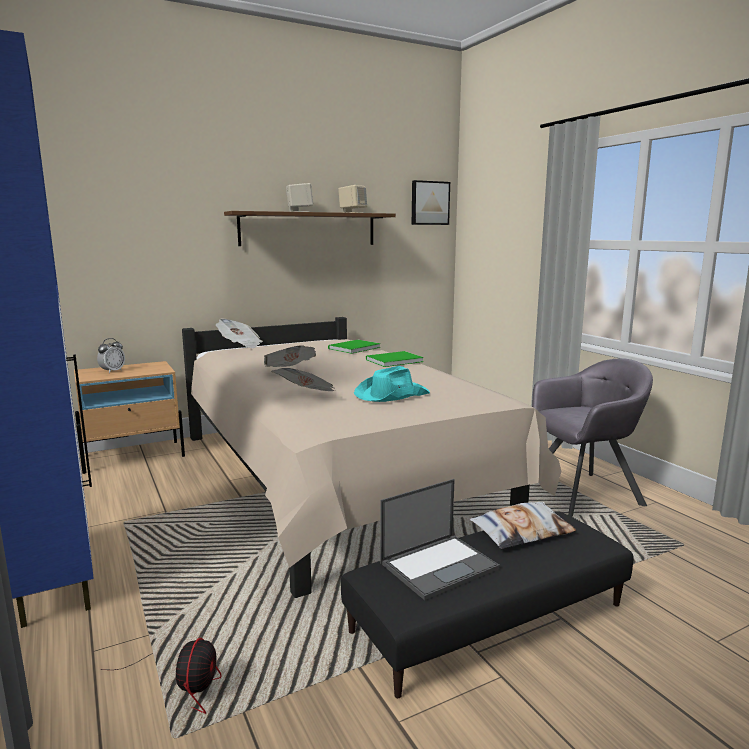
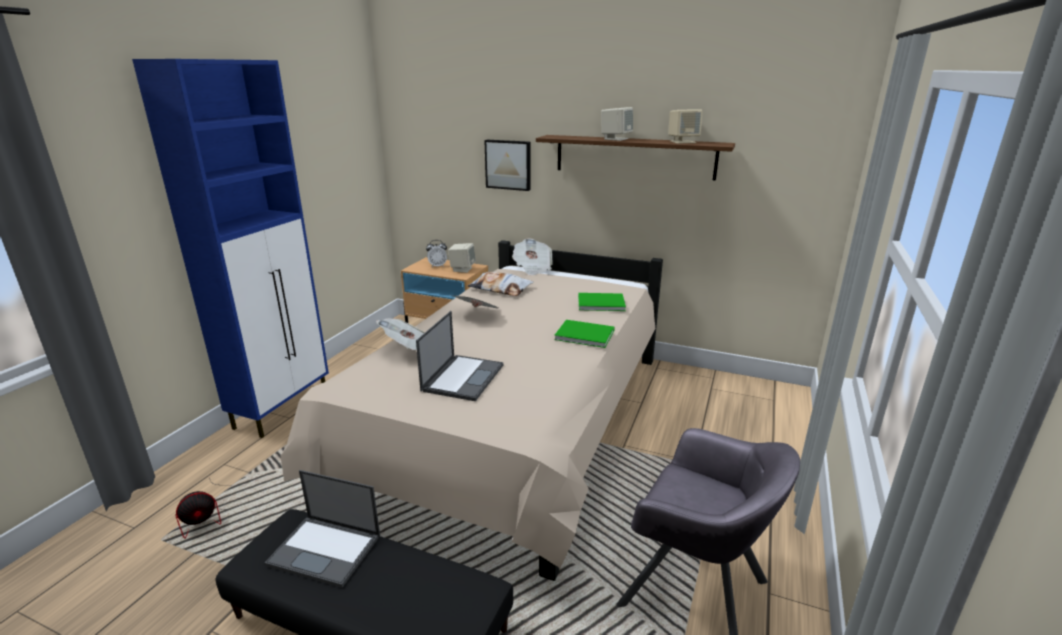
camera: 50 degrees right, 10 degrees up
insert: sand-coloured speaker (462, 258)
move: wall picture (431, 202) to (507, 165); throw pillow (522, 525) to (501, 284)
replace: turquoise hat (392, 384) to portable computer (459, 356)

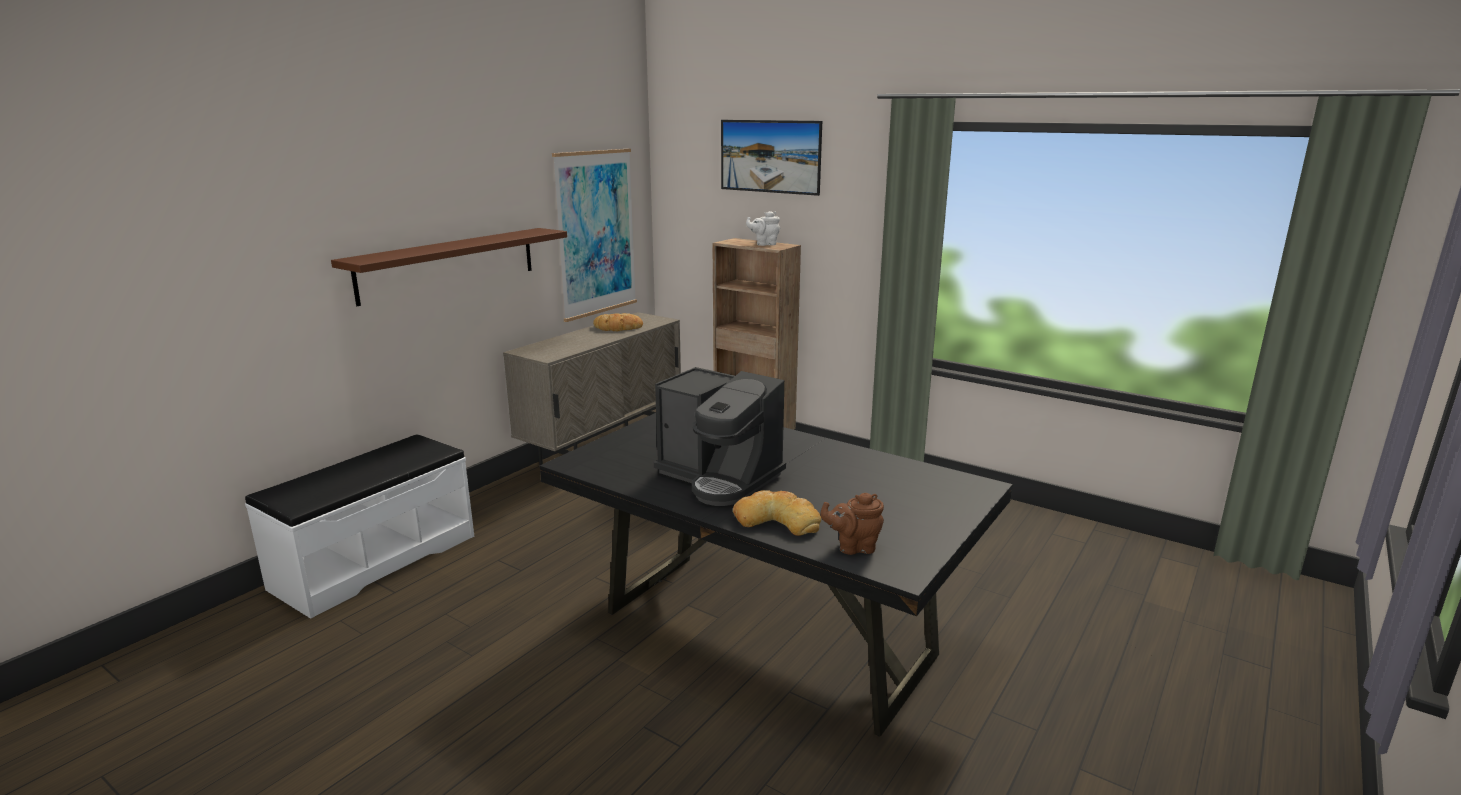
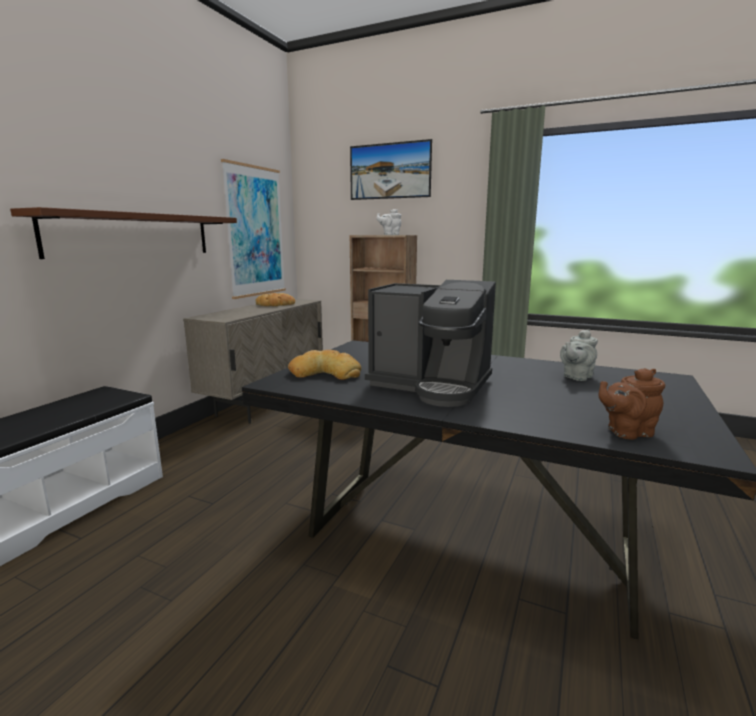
camera: 10 degrees left, 5 degrees down
insert: gray teapot (579, 355)
move: bread (777, 513) to (324, 365)

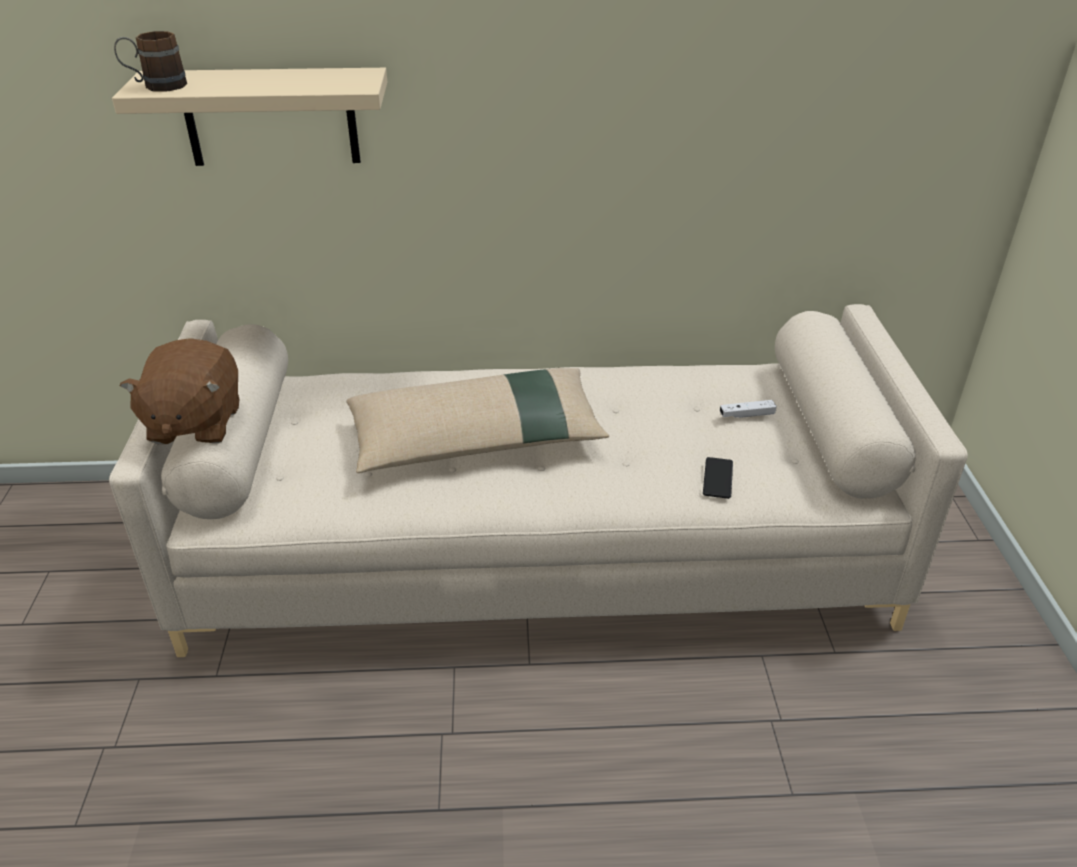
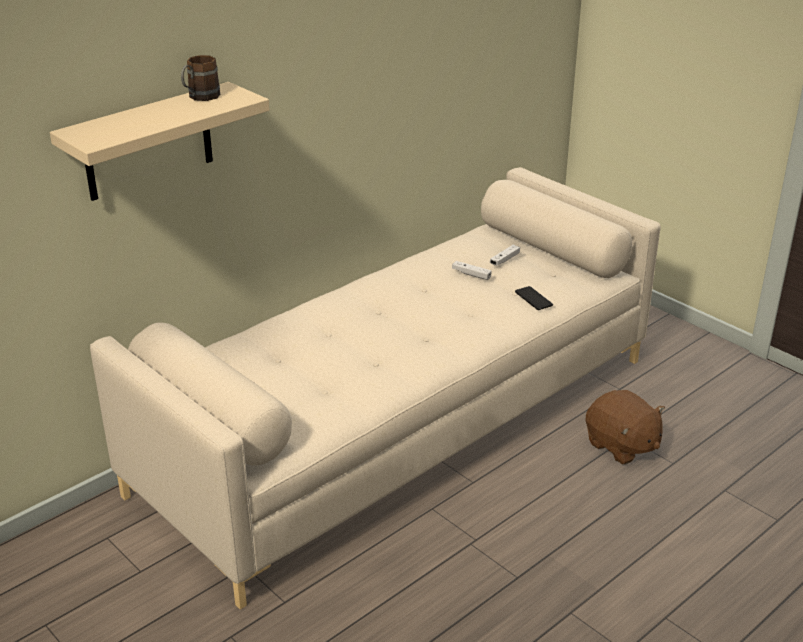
camera: 40 degrees left, 5 degrees down
delete: sand-coloured throw pillow (477, 420)
insert: white-coloured joypad (472, 270)
move: brown-coloured coffee mug (150, 61) to (200, 78); brown-coloured cuddly toy (179, 391) to (625, 427)

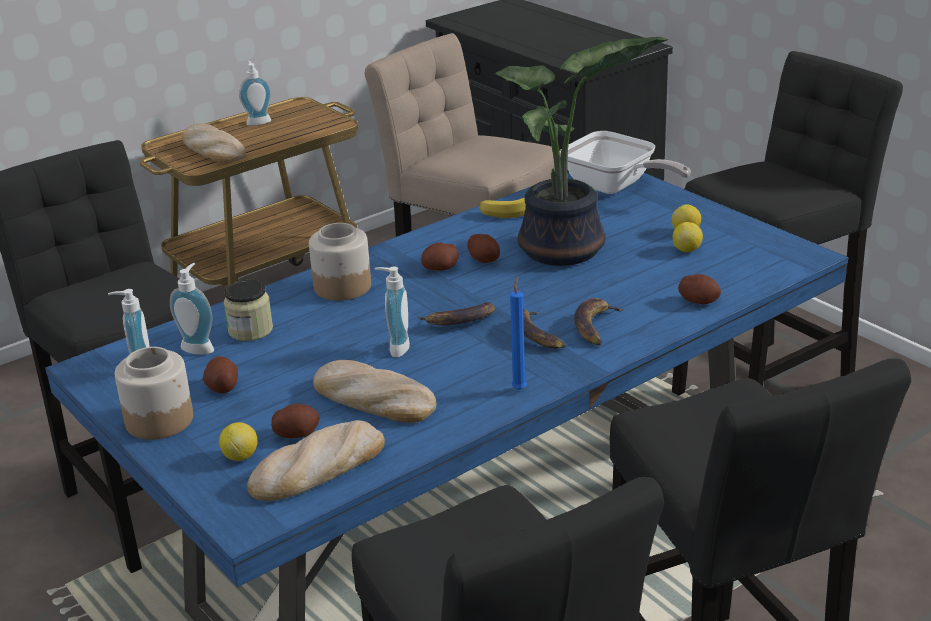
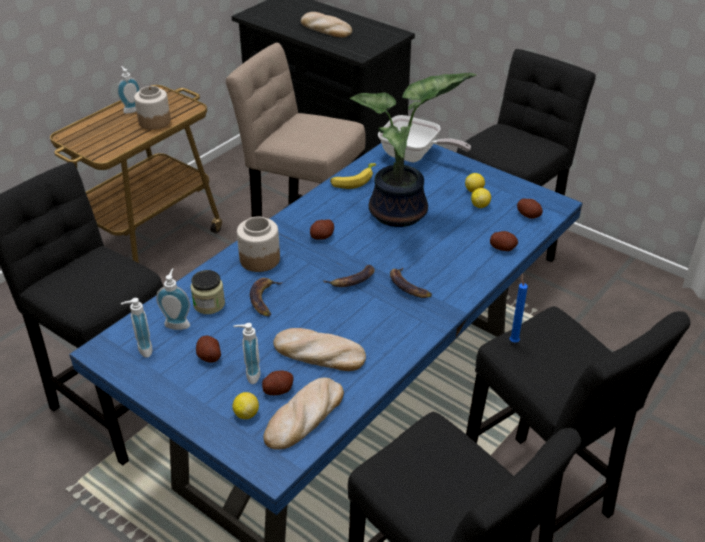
camera: 15 degrees left, 10 degrees up
move: bread (214, 143) to (326, 25); whole potato (483, 248) to (530, 209); soap dispenser (392, 311) to (247, 353); blue-coloured wax candle (518, 333) to (519, 308); whole banana (599, 322) to (266, 297); storage jar (154, 393) to (152, 108)

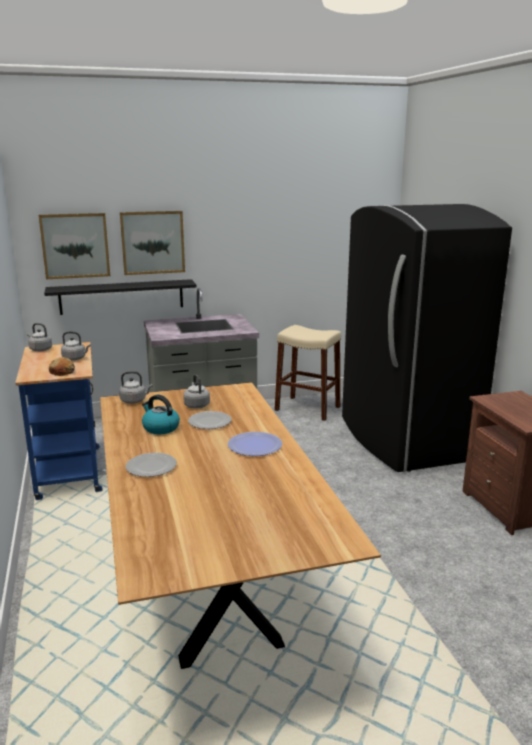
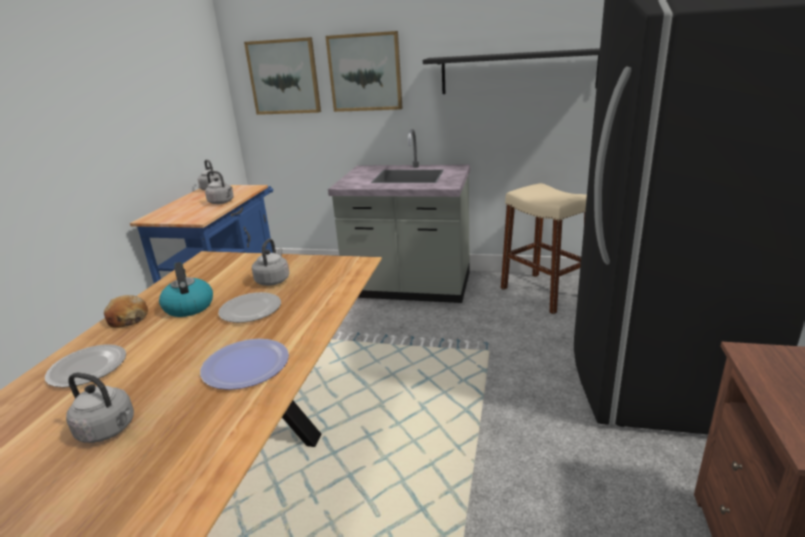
camera: 30 degrees right, 5 degrees up
move: blackish bracket shelf (120, 297) to (511, 71); bread (62, 366) to (126, 311); gray tea kettle (136, 387) to (100, 408)

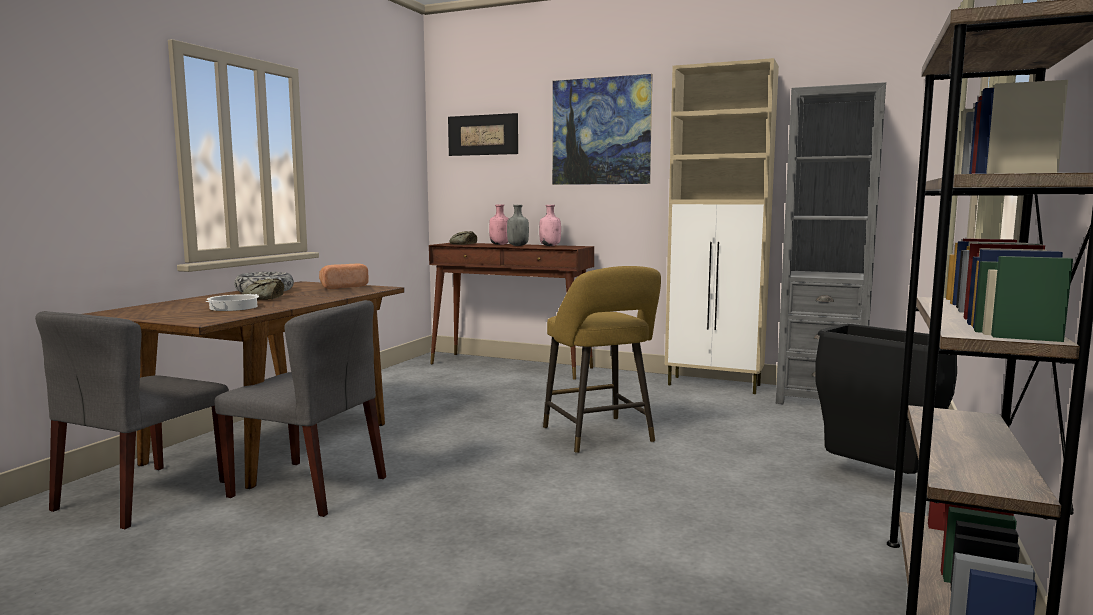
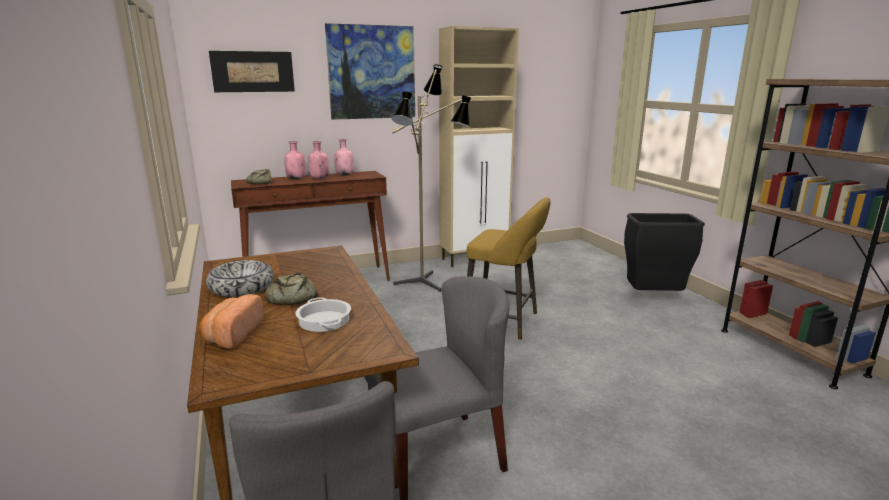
camera: 45 degrees left, 10 degrees up
delete: gray shelving unit (831, 243)
insert: floor lamp (431, 178)
move: bread (344, 276) to (232, 321)
recolor: gray bottle (518, 225) to pink bottle (318, 160)

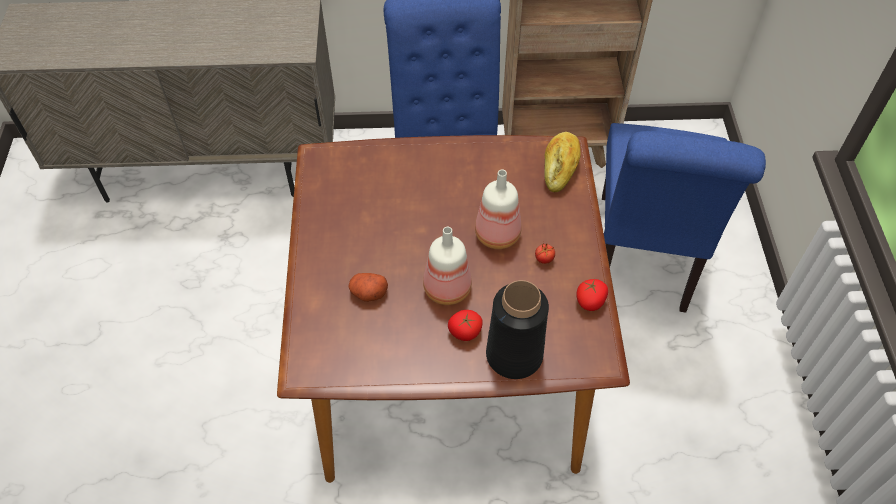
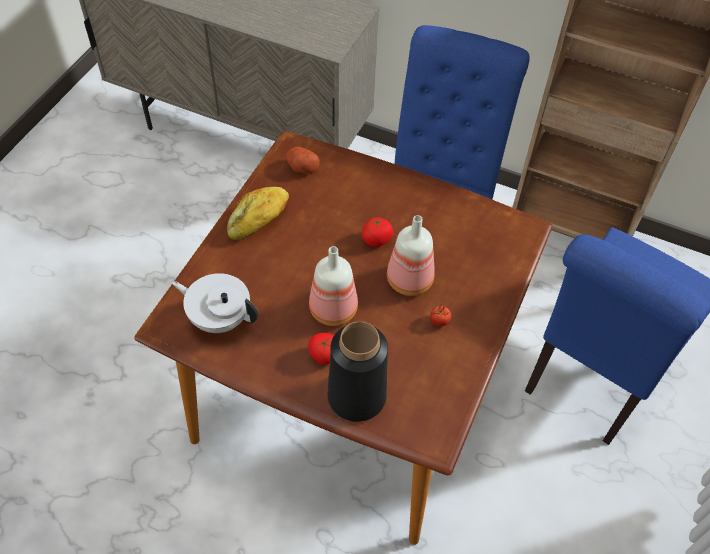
camera: 25 degrees right, 0 degrees up
insert: white-coloured teapot (215, 303)
move: bread (562, 162) to (258, 213); whole potato (368, 287) to (303, 160); whole tomato (592, 295) to (378, 232)

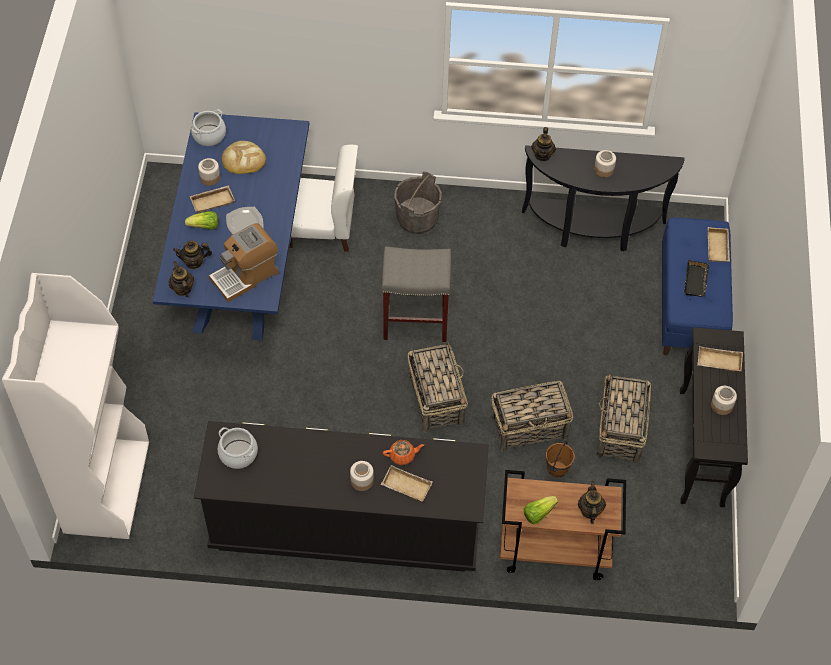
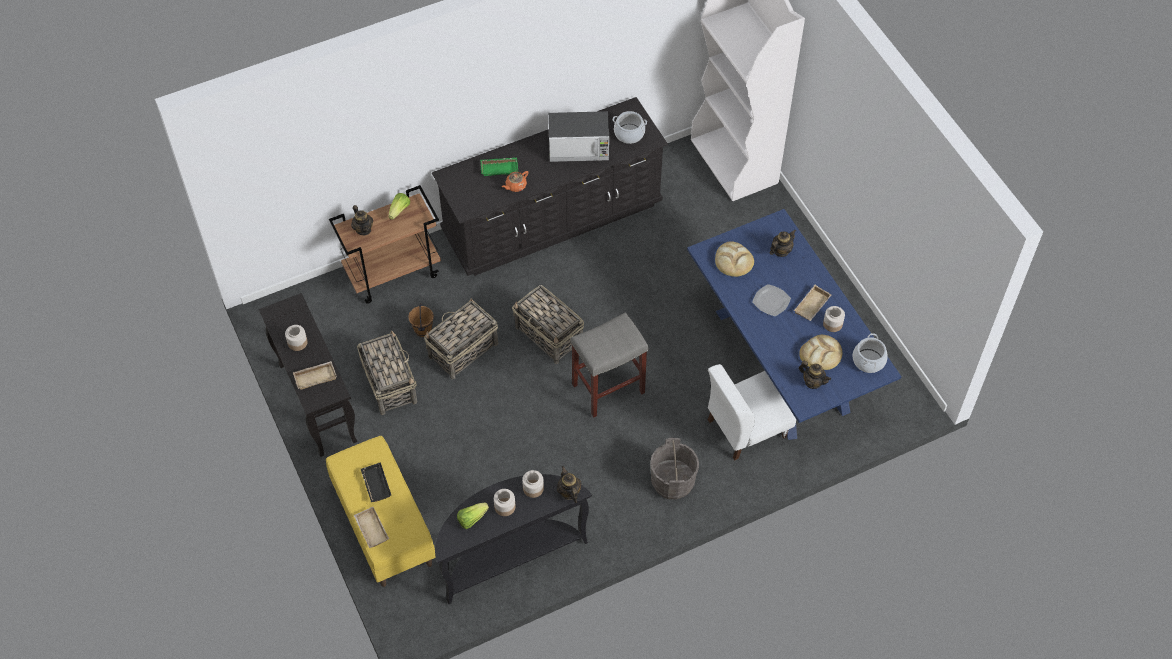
camera: 150 degrees right, 0 degrees up
insert: microwave oven (578, 136)
move: lettuce head (201, 220) to (473, 516); teapot (181, 279) to (815, 375); storage jar (362, 476) to (533, 484)
replace: coffee brewer (244, 262) to bread (734, 259)
recolor: blue-coloured long seat (697, 286) to yellow long seat (381, 511); sand-coloured carrying tray (406, 483) to green-coloured carrying tray (499, 166)

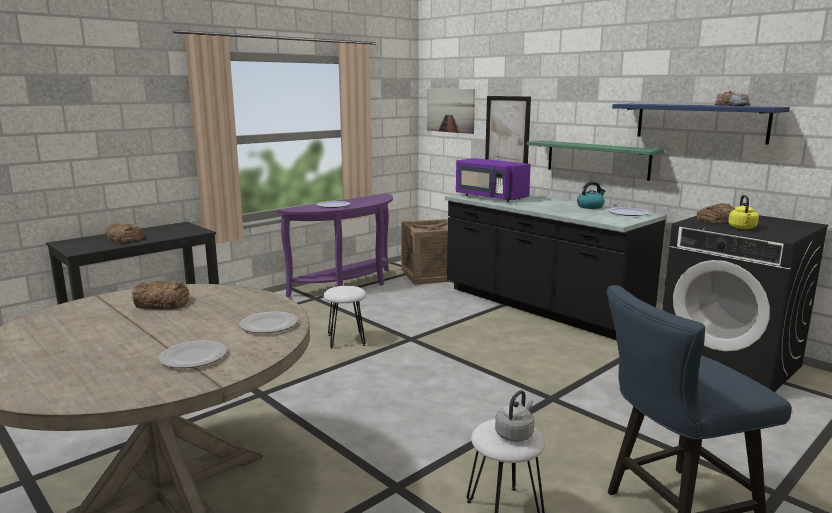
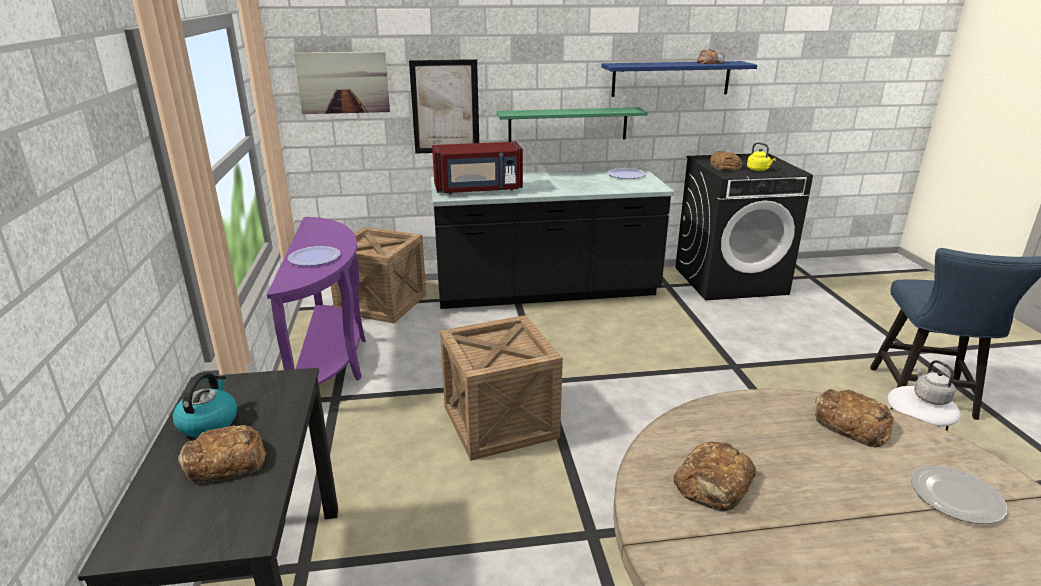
camera: 55 degrees left, 10 degrees up
move: tea kettle (591, 195) to (205, 405)
replace: white-coloured sitting stool (345, 317) to crate (501, 388); flat dish (268, 322) to bread (854, 418)
recolor: purple-coloured microwave oven (493, 180) to reddish microwave oven (477, 167)

